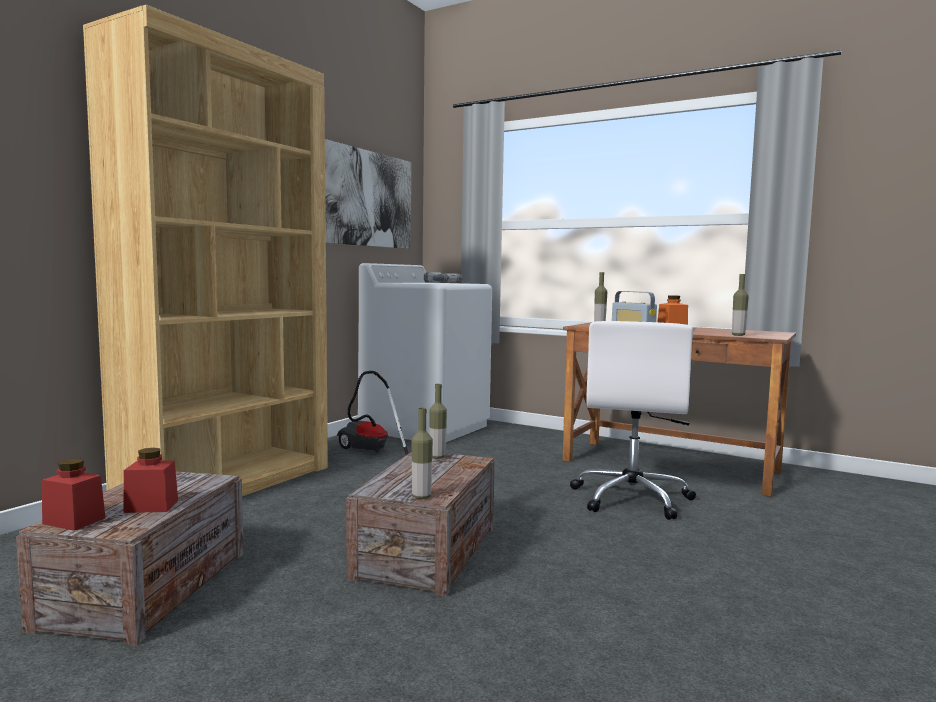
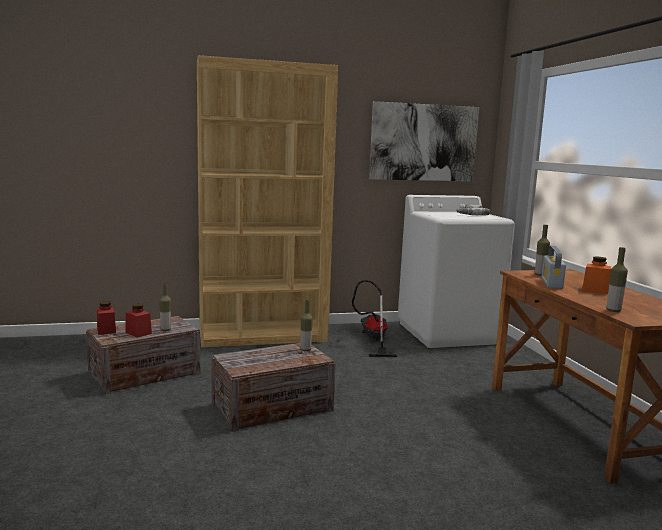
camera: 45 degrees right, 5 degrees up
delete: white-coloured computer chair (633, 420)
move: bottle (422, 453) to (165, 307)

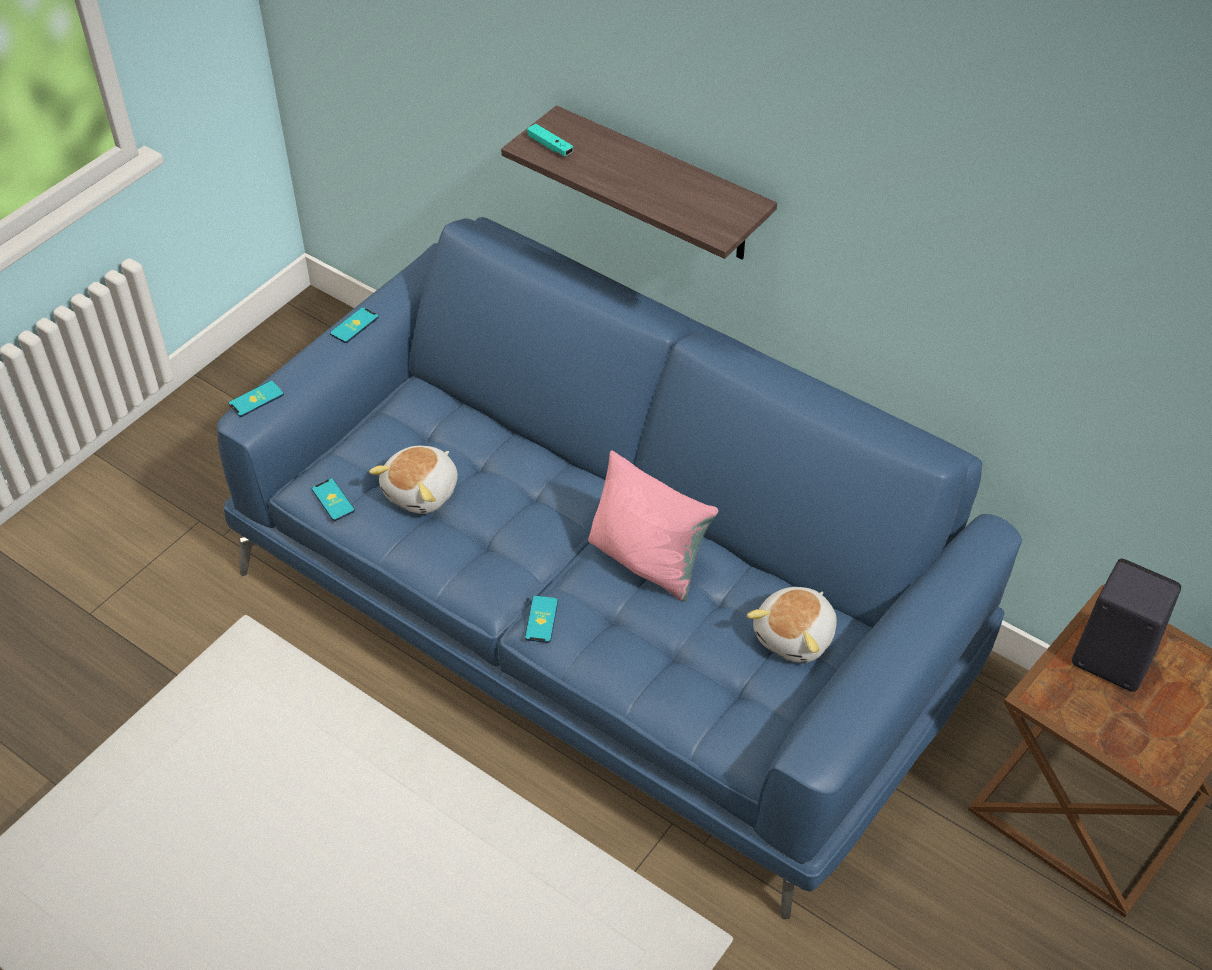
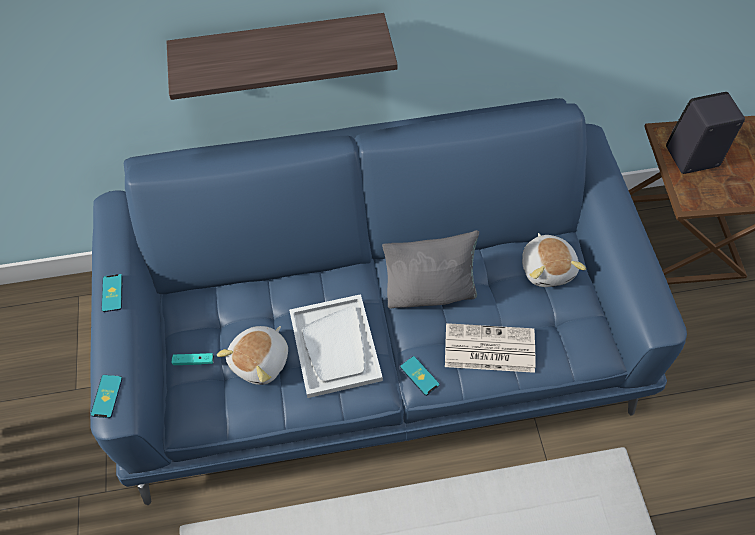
camera: 45 degrees left, 10 degrees up
delete: phone (333, 499)
insert: white-coloured carrying tray (336, 346); printed paper (490, 348)
move: turquoise joypad (550, 140) to (193, 359)
recolor: pink throw pillow (653, 525) to gray throw pillow (430, 269)
rotate: cuddly toy (413, 480) = (252, 355) 45 degrees clockwise

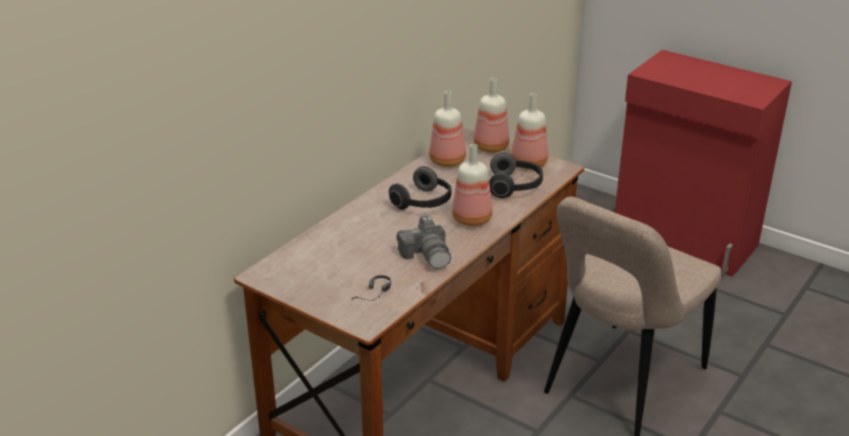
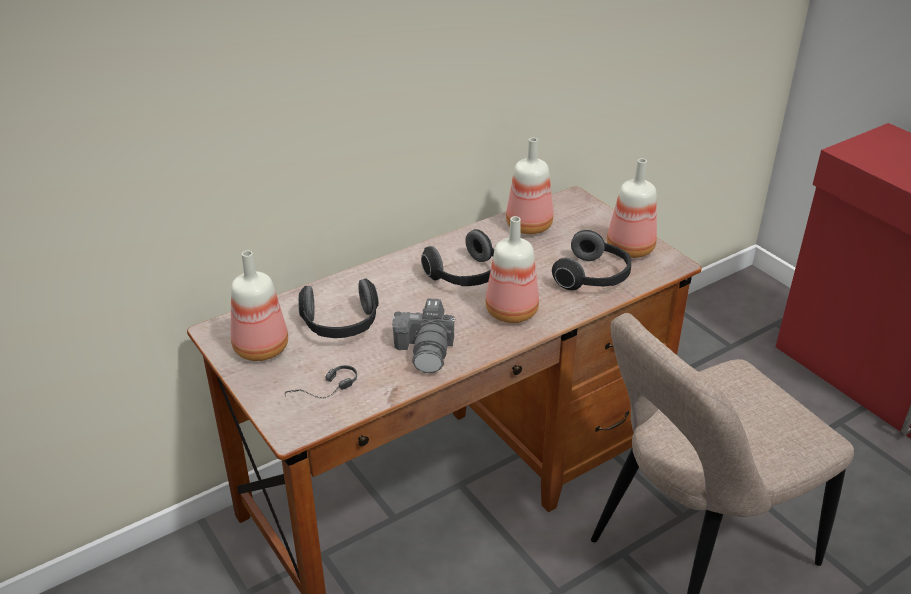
camera: 20 degrees right, 5 degrees up
insert: headset (338, 308)
move: bottle (491, 115) to (259, 305)

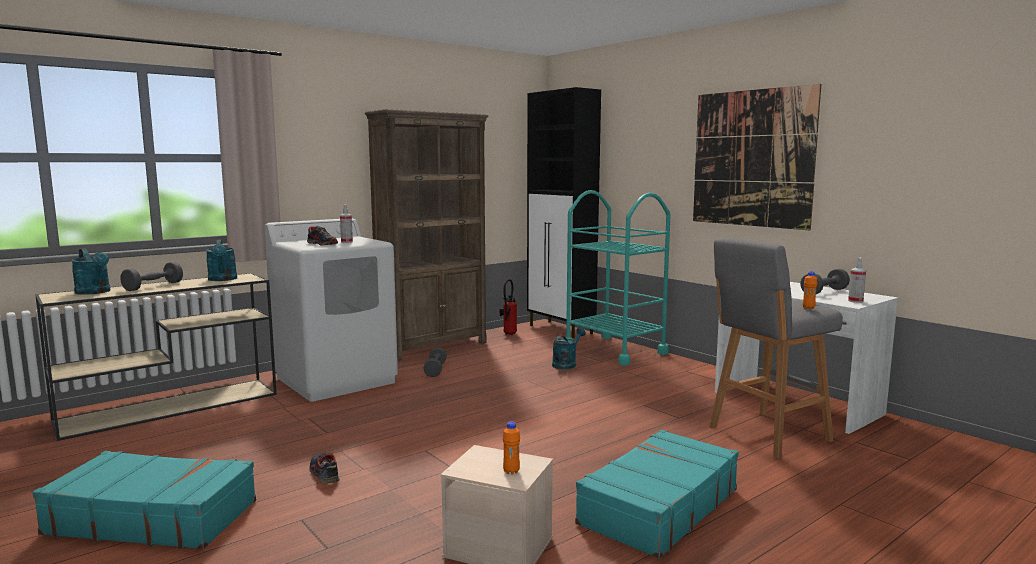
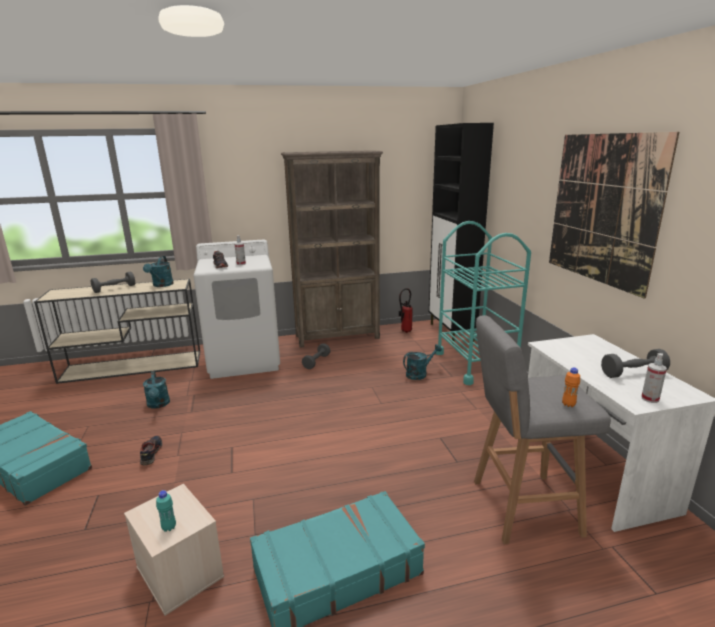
camera: 25 degrees right, 10 degrees up
move: turquoise watering can (90, 271) to (156, 389)
recolor: orange bottle (511, 447) to turquoise bottle (166, 511)

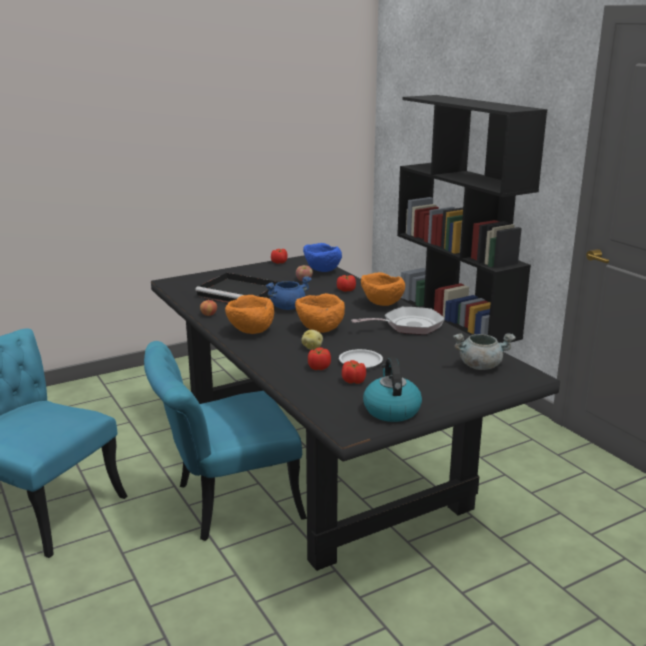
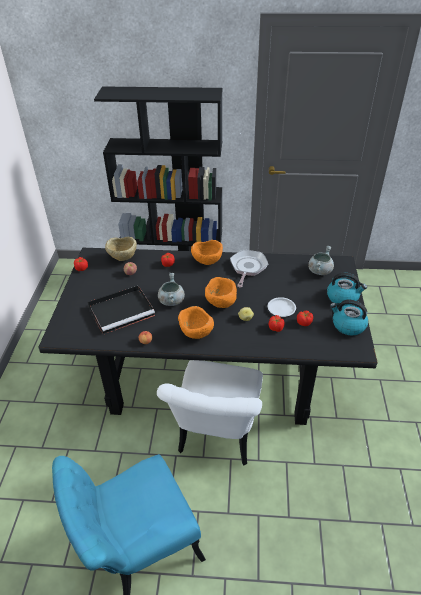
camera: 55 degrees left, 20 degrees up
insert: tea kettle (347, 289)
recolor: blue-coloured serving bowl (322, 257) to sand-coloured serving bowl (121, 249); blue-coloured cooking pot (289, 293) to gray cooking pot (171, 289); turquoise chair (225, 441) to white-coloured chair (210, 412)

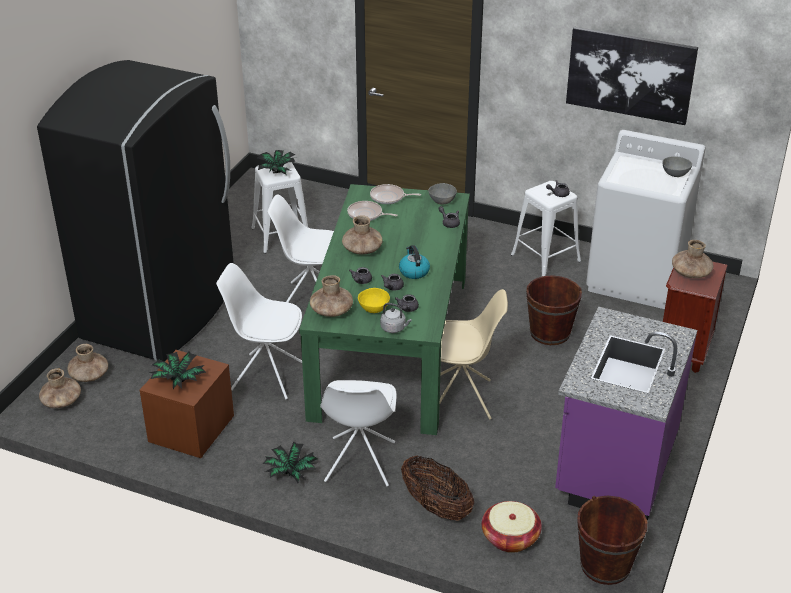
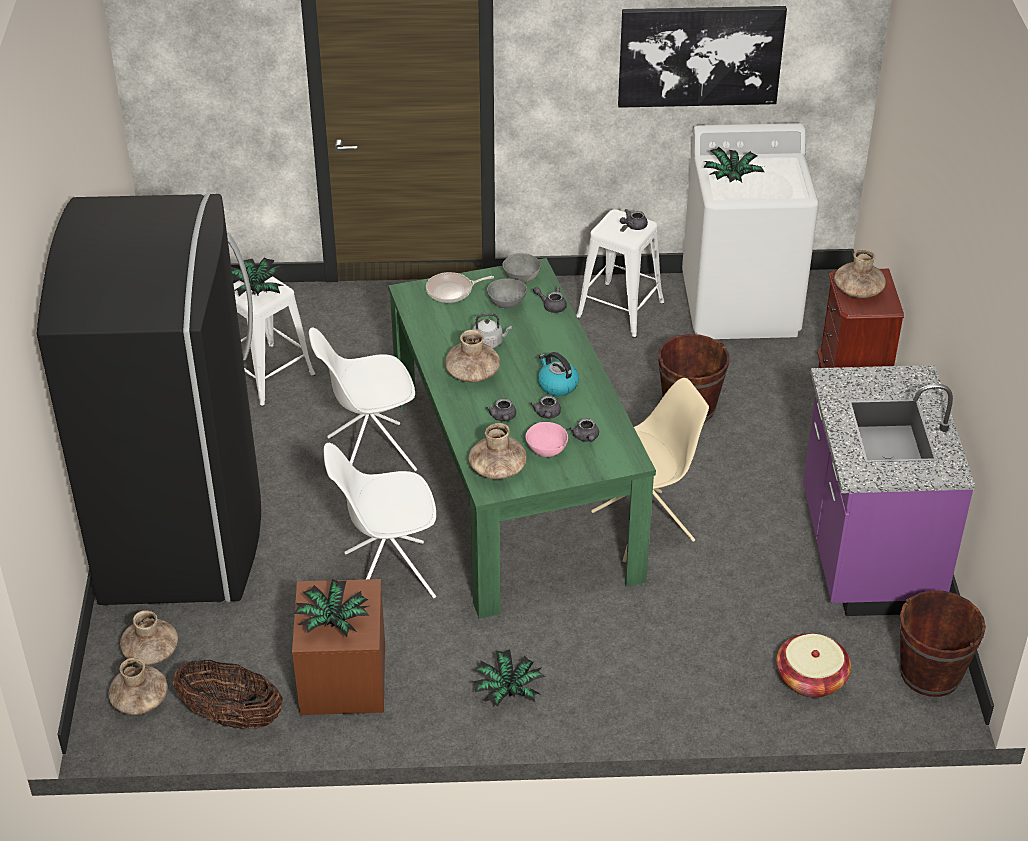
camera: 25 degrees left, 5 degrees up
delete: frying pan (372, 211); white-coloured chair (358, 433)
insert: plant in a pot (734, 164)
move: gray serving bowl (677, 166) to (507, 293); gray tea kettle (396, 318) to (492, 330); household basket (437, 488) to (228, 694)
recolor: yellow serving bowl (374, 300) to pink serving bowl (546, 439)

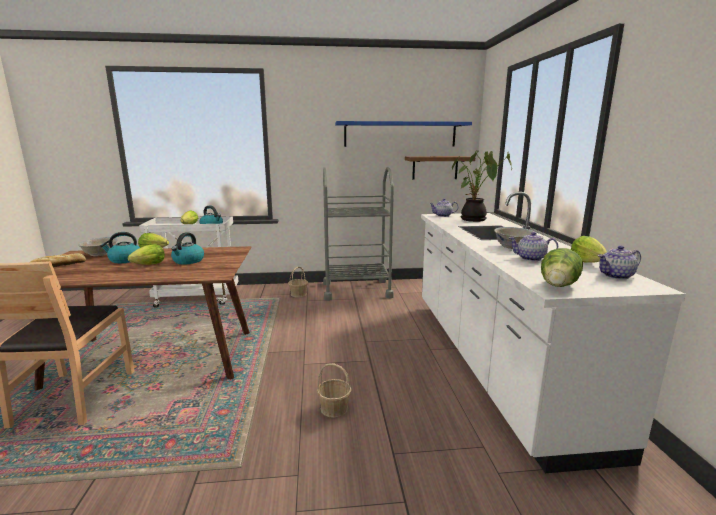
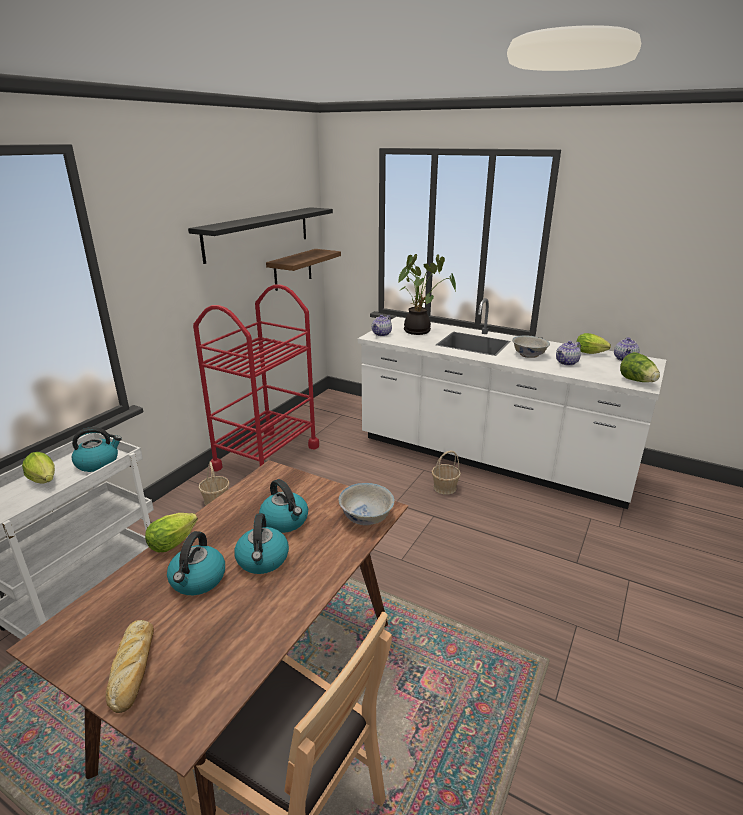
camera: 55 degrees left, 10 degrees up
move: white-coloured serving bowl (98, 246) to (366, 504); household basket (334, 390) to (446, 472)
replace: lettuce head (146, 254) to tea kettle (261, 543)
recolor: blue-coloured bracket shelf (403, 134) to blackish bracket shelf (260, 235); gray wheeled cart (358, 234) to reddish wheeled cart (256, 377)

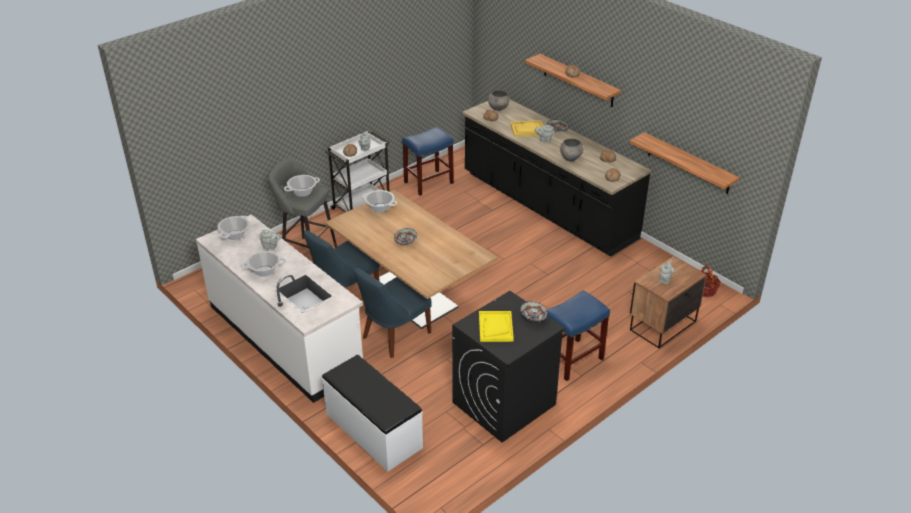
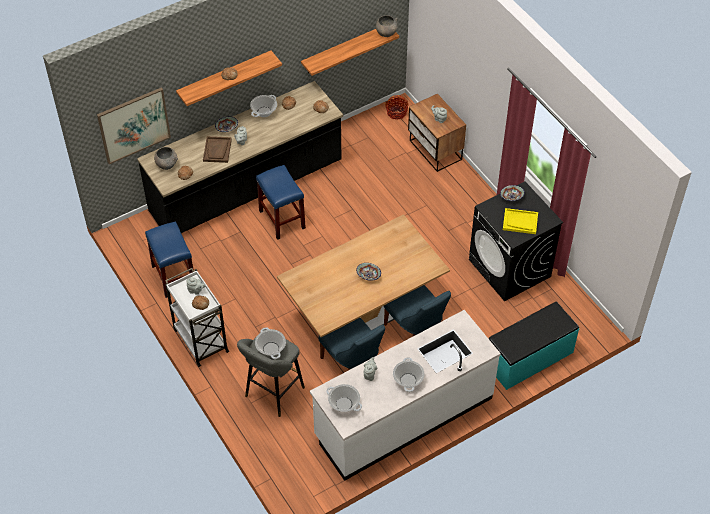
camera: 80 degrees left, 15 degrees up
insert: wall picture (134, 125)
move: gray serving bowl (571, 150) to (387, 26); cooking pot (379, 201) to (263, 106); blue-coloured sitting stool (578, 335) to (281, 202)
recolor: yellow carrying tray (526, 128) to brown-coloured carrying tray (217, 149); white-coloured long seat (372, 413) to turquoise long seat (534, 345)

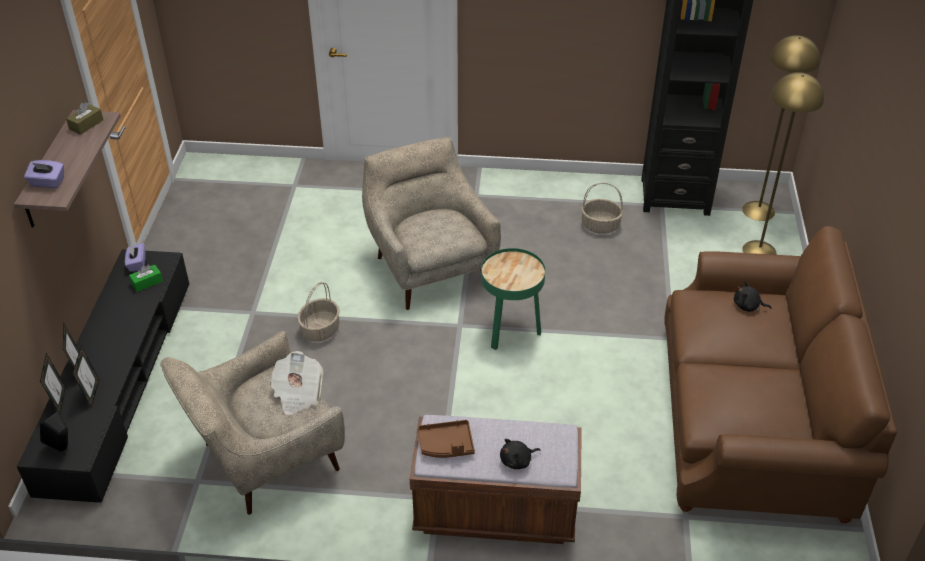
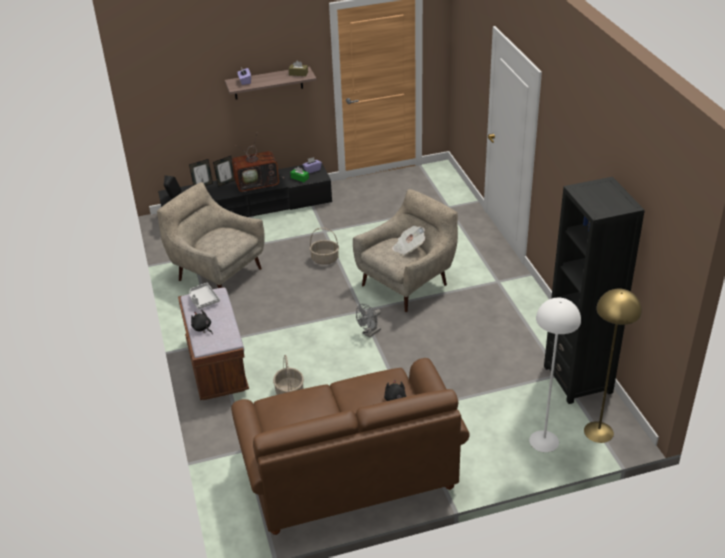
camera: 70 degrees right, 5 degrees down
delete: standing frame (85, 377)
insert: TV (258, 163)
move: household basket (602, 208) to (288, 375); printed paper (297, 383) to (408, 241)
replace: green-coloured side table (513, 299) to gray fan (368, 321)
recolor: yellow floor lamp (783, 163) to white-coloured floor lamp (555, 375); brown-coloured carrying tray (446, 439) to gray carrying tray (205, 296)

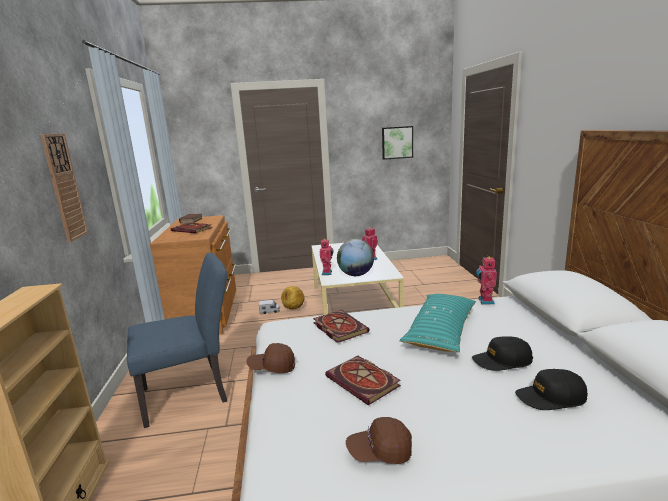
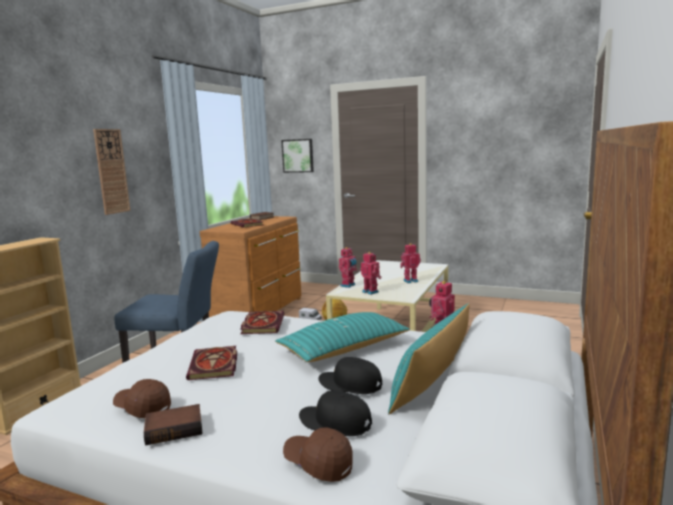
camera: 30 degrees right, 5 degrees down
insert: turquoise throw pillow (429, 358); volume (173, 424)
move: wall picture (397, 143) to (297, 156); brown-coloured peaked cap (271, 358) to (318, 454)
replace: desk globe (355, 257) to model robot (370, 273)

